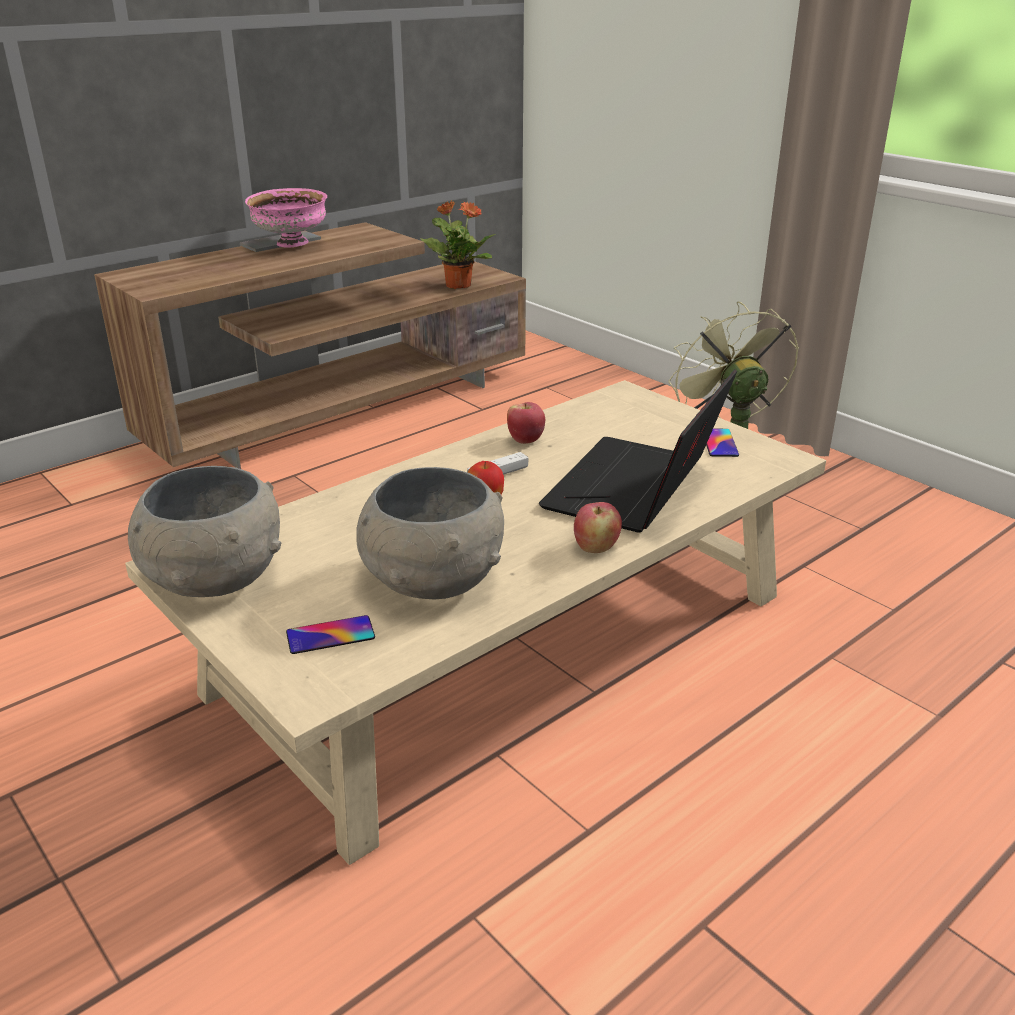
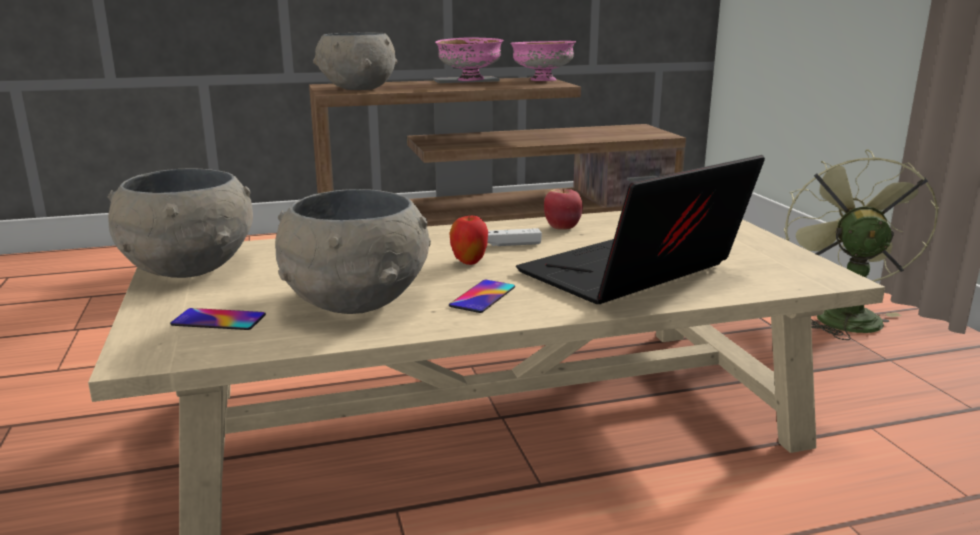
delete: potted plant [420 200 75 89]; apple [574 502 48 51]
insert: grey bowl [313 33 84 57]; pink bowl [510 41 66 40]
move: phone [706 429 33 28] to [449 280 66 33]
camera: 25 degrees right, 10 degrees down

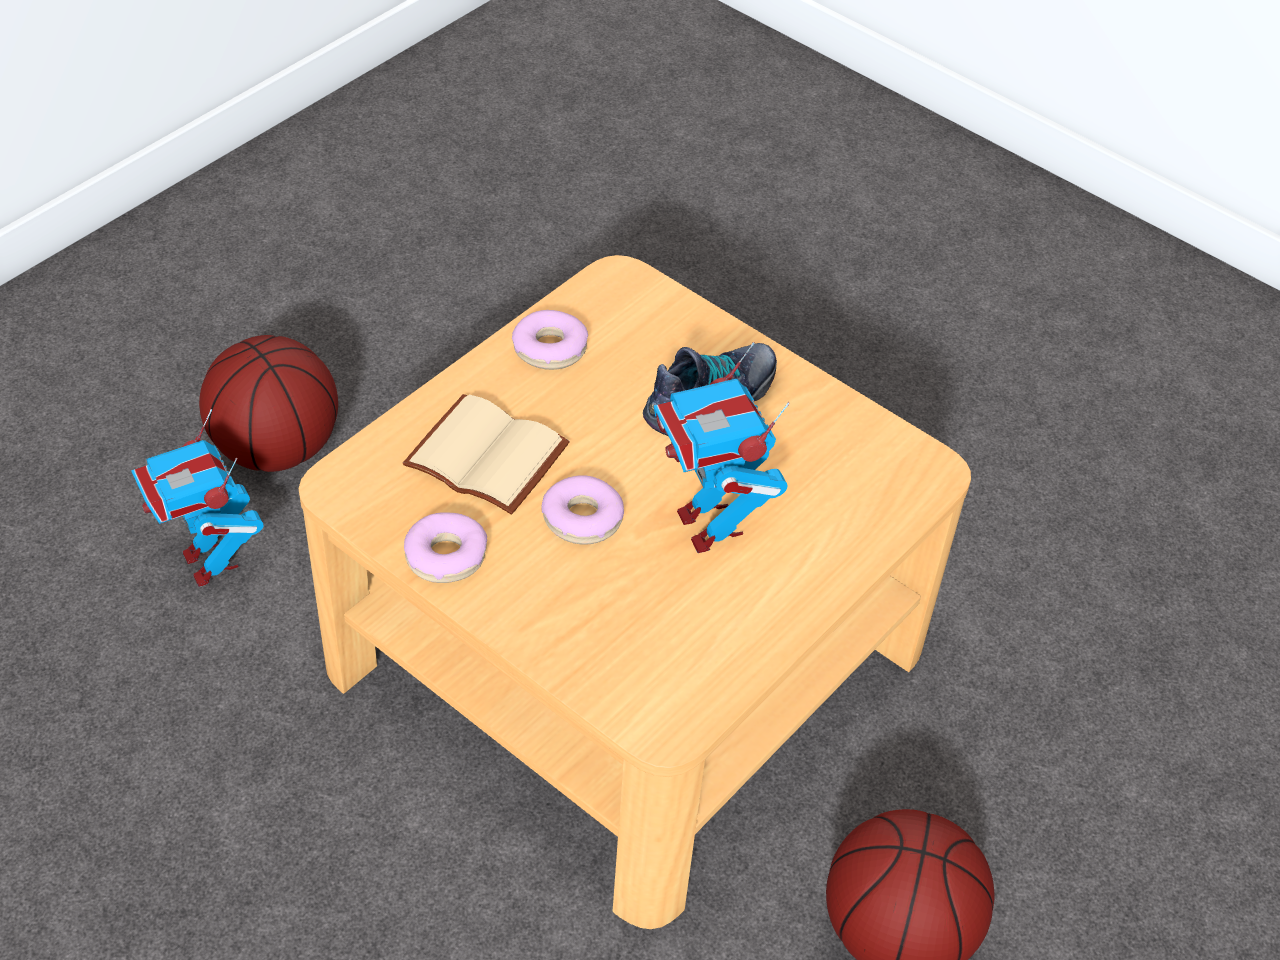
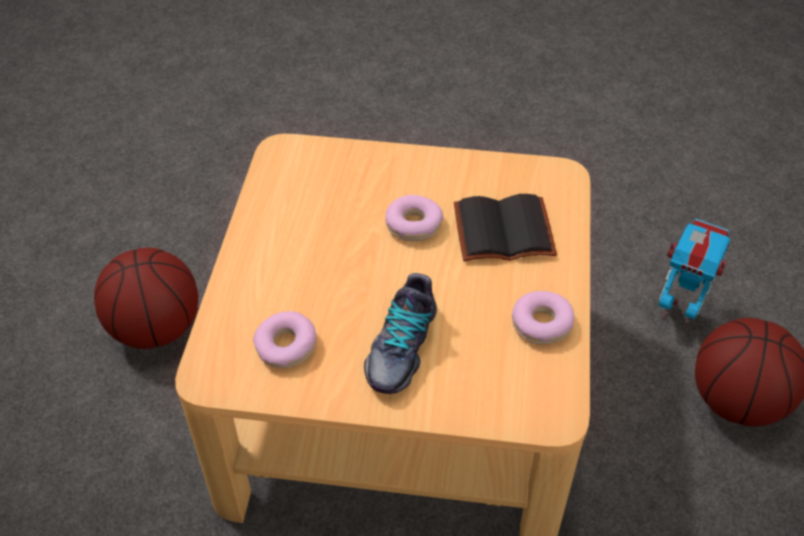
delete: toy robot [654 342 136 211]
move: donut [404 512 83 71] to [253 311 64 57]
recolor: beige book [403 394 167 120] to black book [454 194 103 67]
camera: 150 degrees right, 0 degrees up

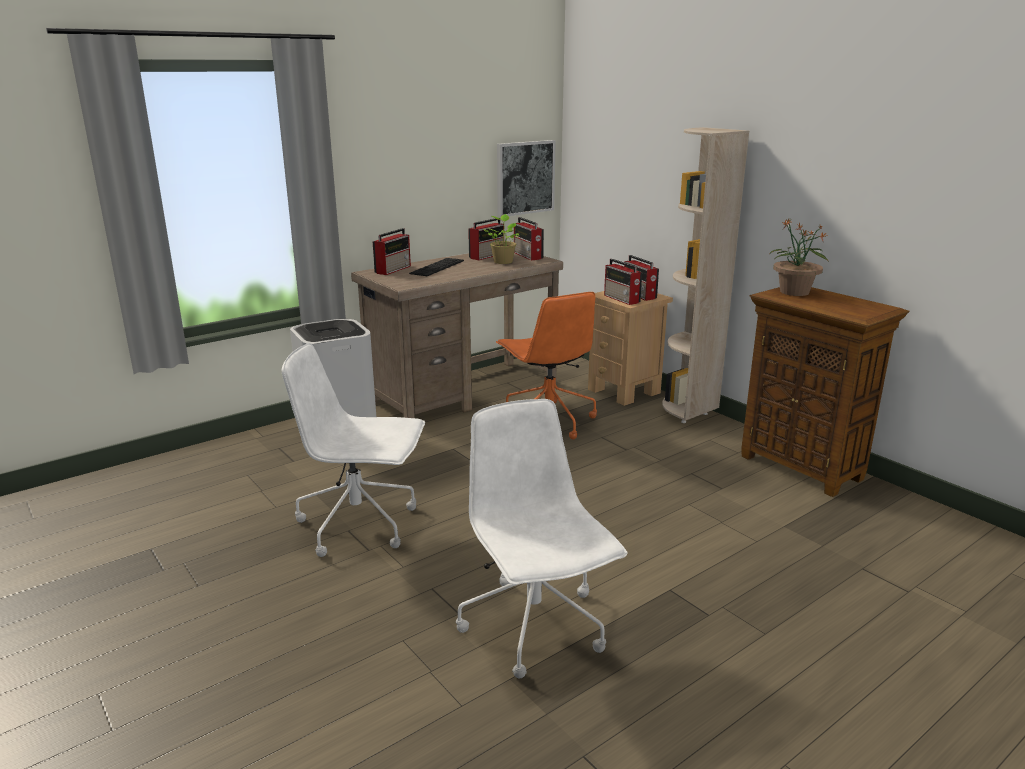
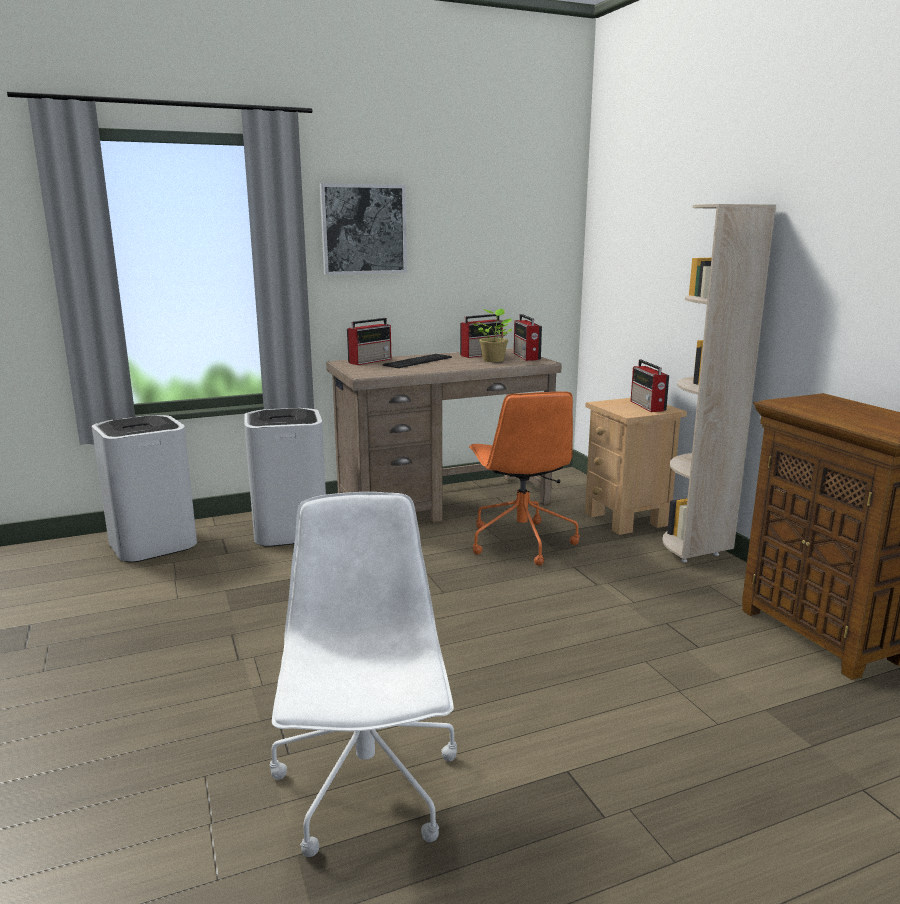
delete: white office chair [282 343 143 214]; radio [604 259 38 46]; potted plant [769 218 60 78]
insert: white trash can [92 415 105 147]
move: picture [497 140 59 77] to [320 183 87 92]
camera: 15 degrees right, 5 degrees down

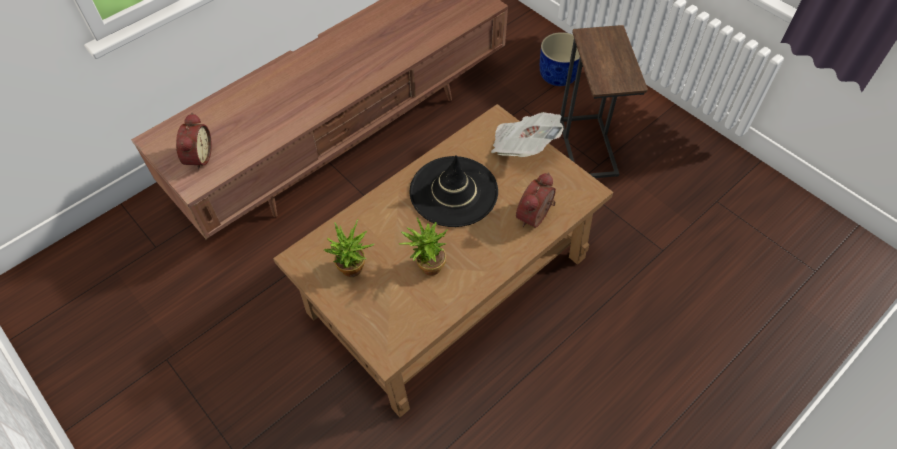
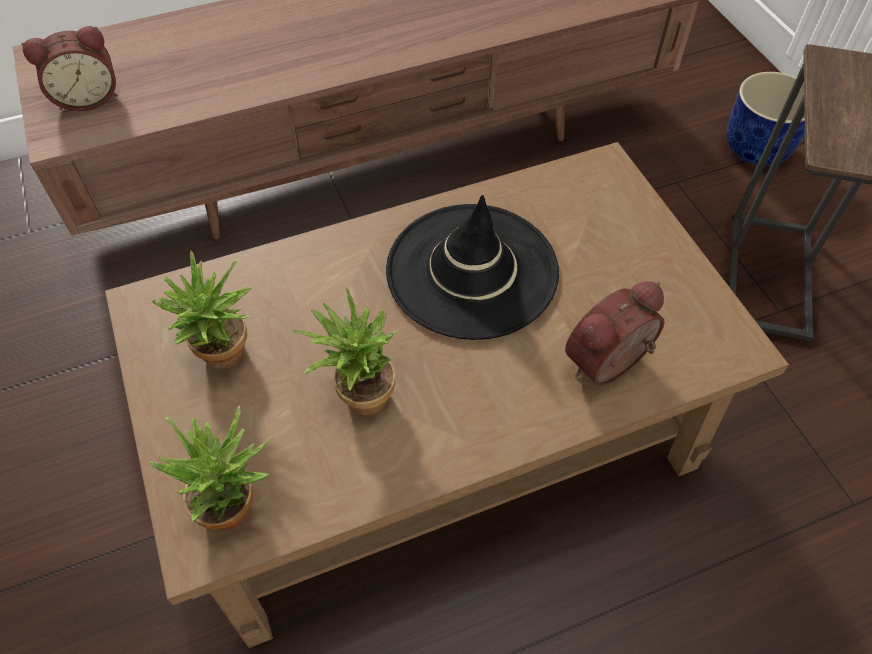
delete: newspaper [491 112 73 45]
insert: potted plant [148 405 126 126]
rotate: alarm clock [176 113 36 58] = [21 26 97 85] 45 degrees clockwise
camera: 20 degrees right, 0 degrees up

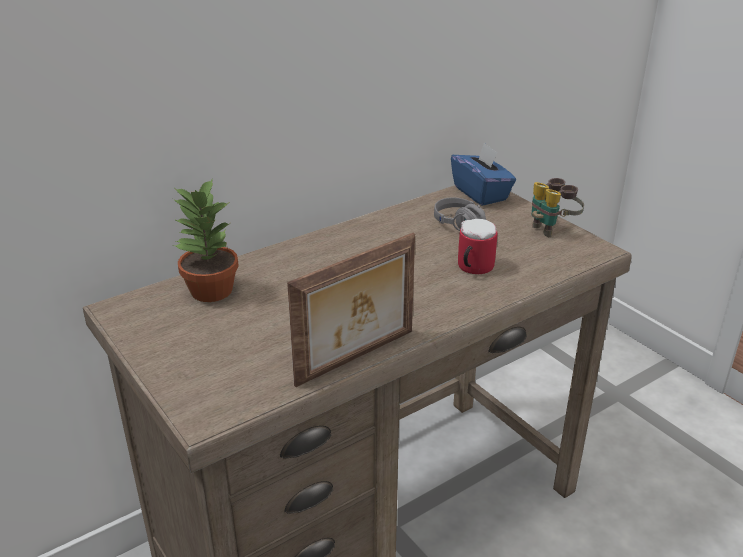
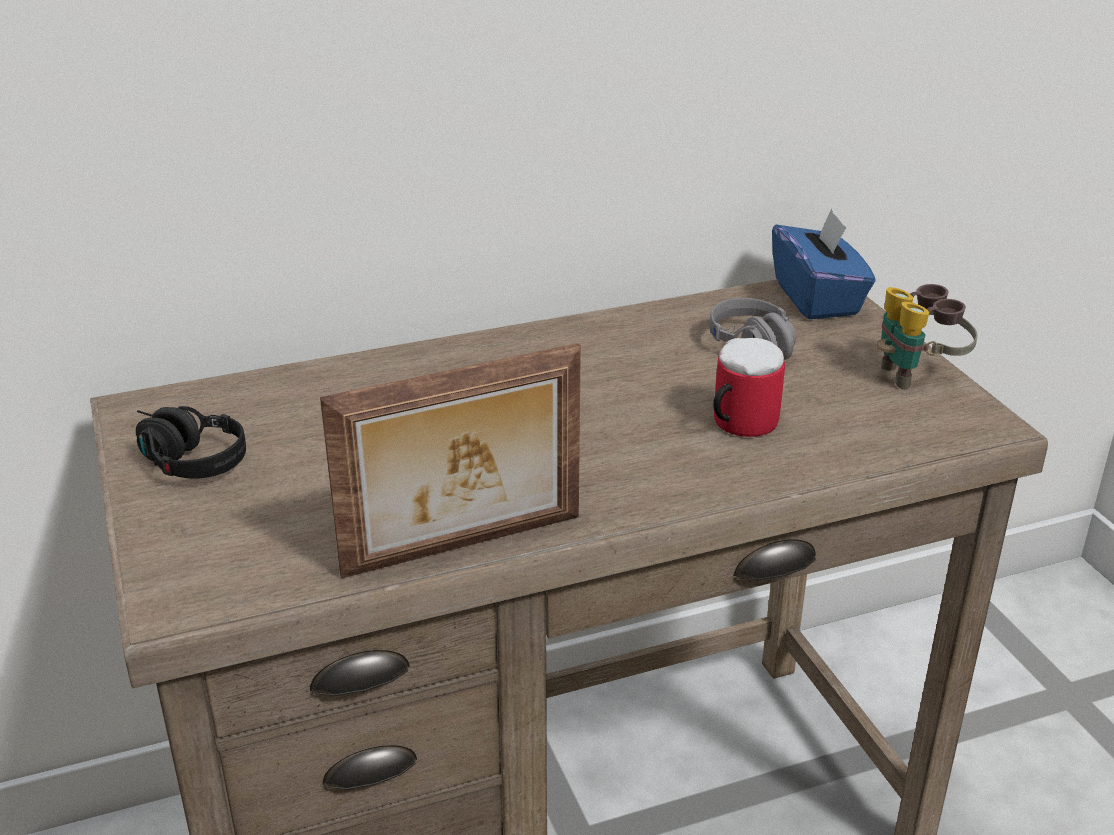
delete: potted plant [173 178 66 124]
insert: black headphones [136 406 110 73]
camera: 15 degrees right, 0 degrees up

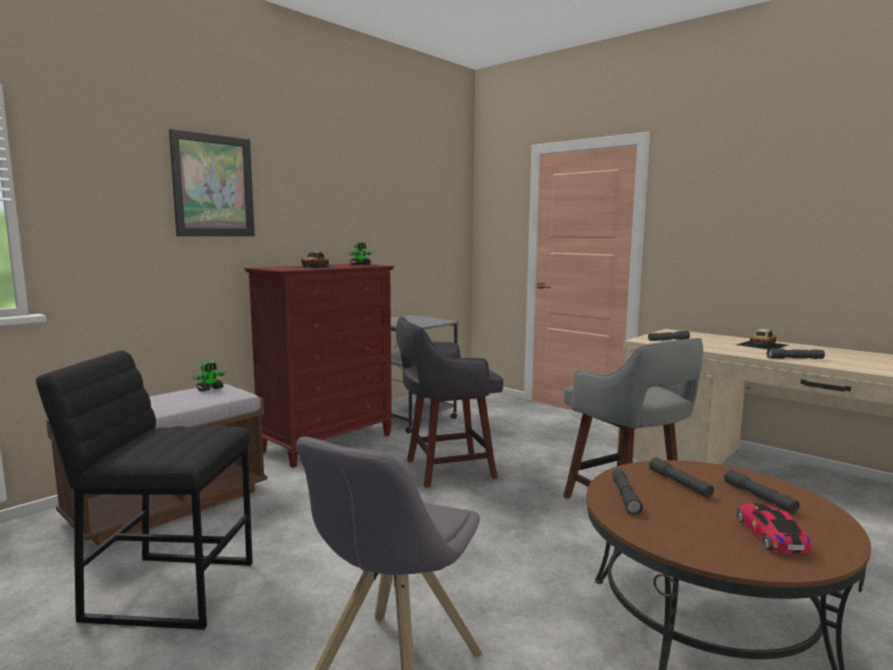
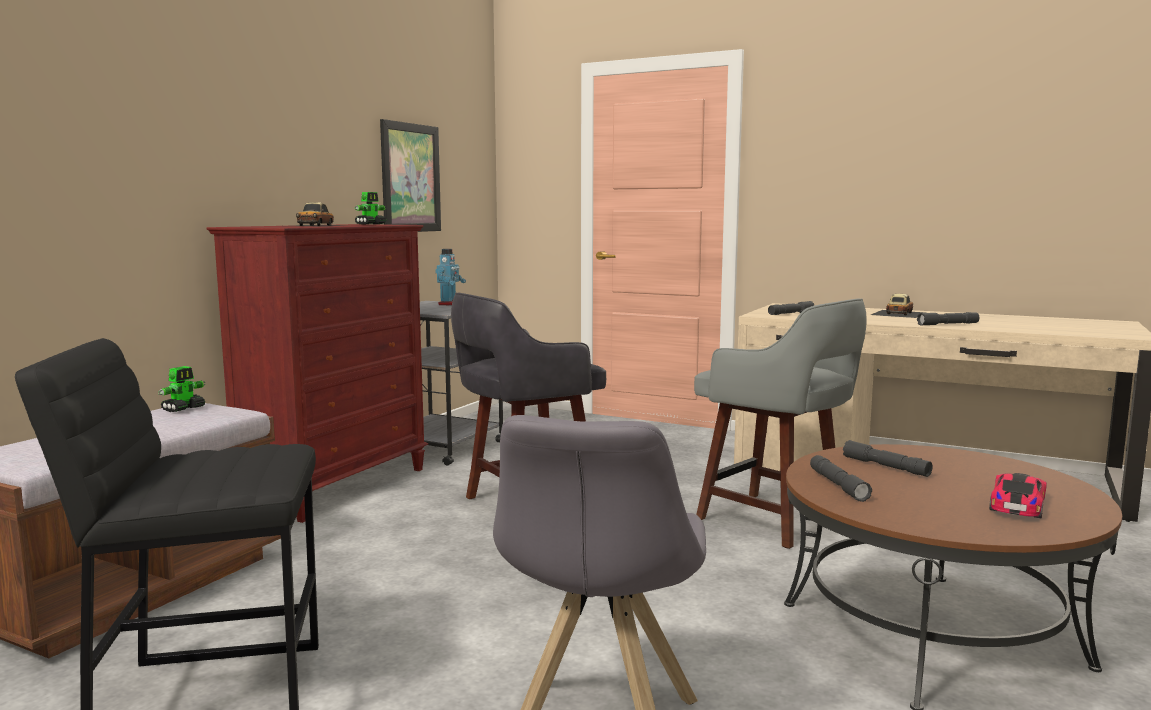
delete: grey flashlight [724 469 76 45]
insert: toy robot [435 249 31 57]
move: picture [169 129 86 107] to [380 119 61 113]
rotate: toy car [736 503 75 51] = [989 473 58 45] 45 degrees clockwise
camera: 15 degrees left, 0 degrees up

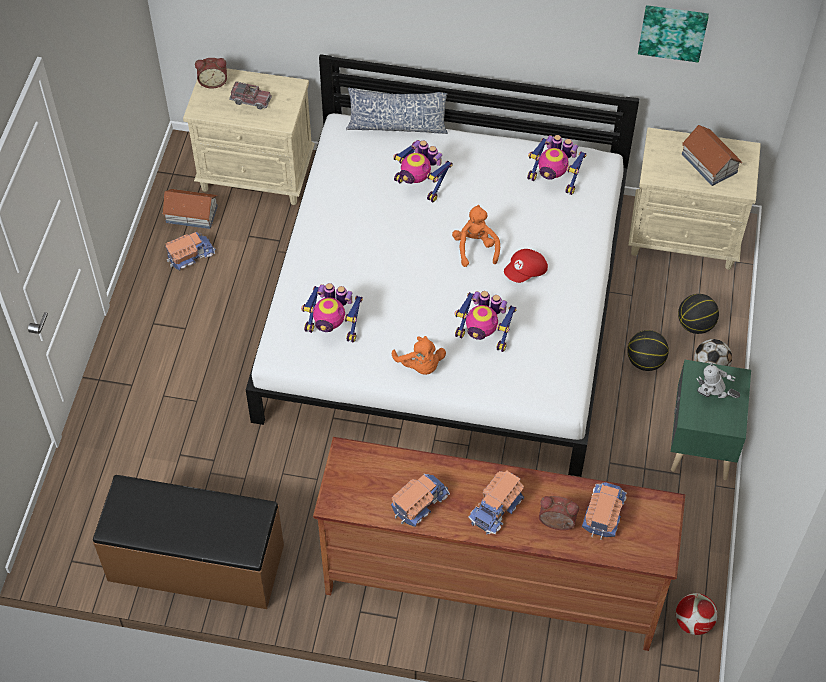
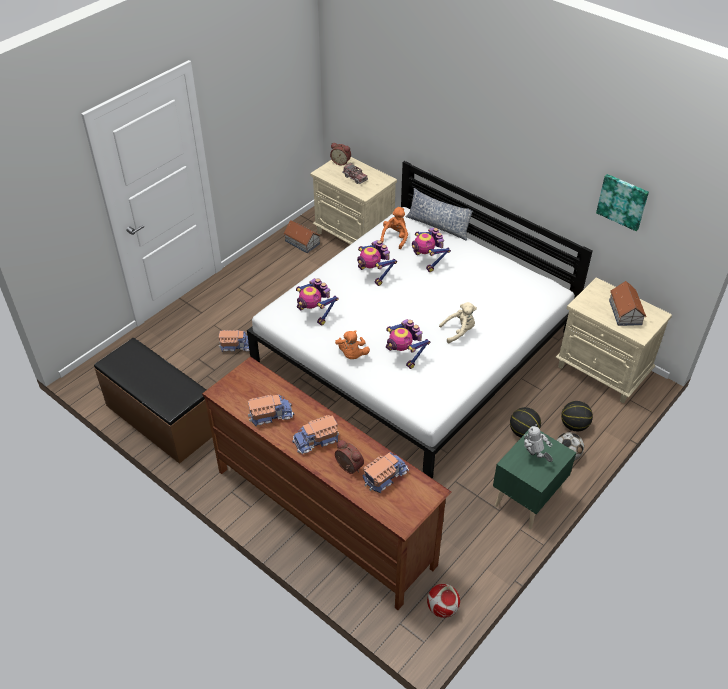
move: toy truck [165 232 51 39] to [219 330 30 22]; orange plush toy [452 205 48 62] to [380 207 28 42]; toy robot [527 135 59 60] to [357 240 40 46]
replace: red cap [504 249 44 34] to beige plush toy [439 302 38 41]
camera: 30 degrees right, 10 degrees down

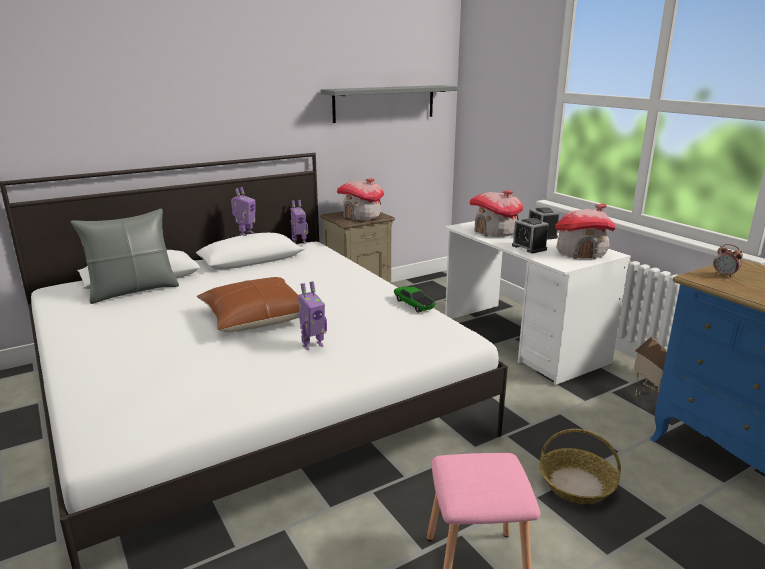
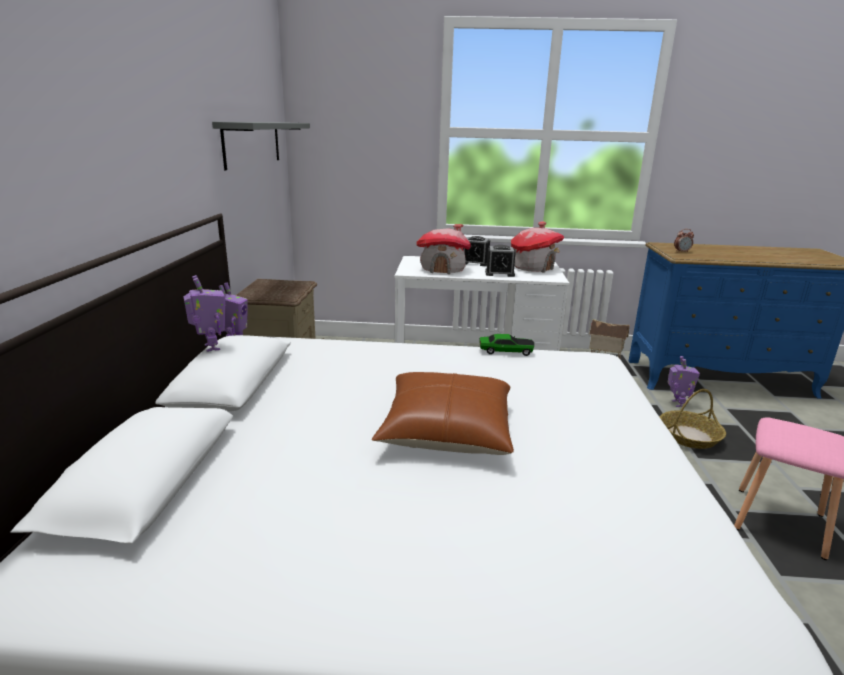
delete: grey pillow [70 209 109 95]; toy house [337 178 47 43]
move: toy robot [298 281 29 69] to [667 356 33 51]
camera: 55 degrees left, 0 degrees up

